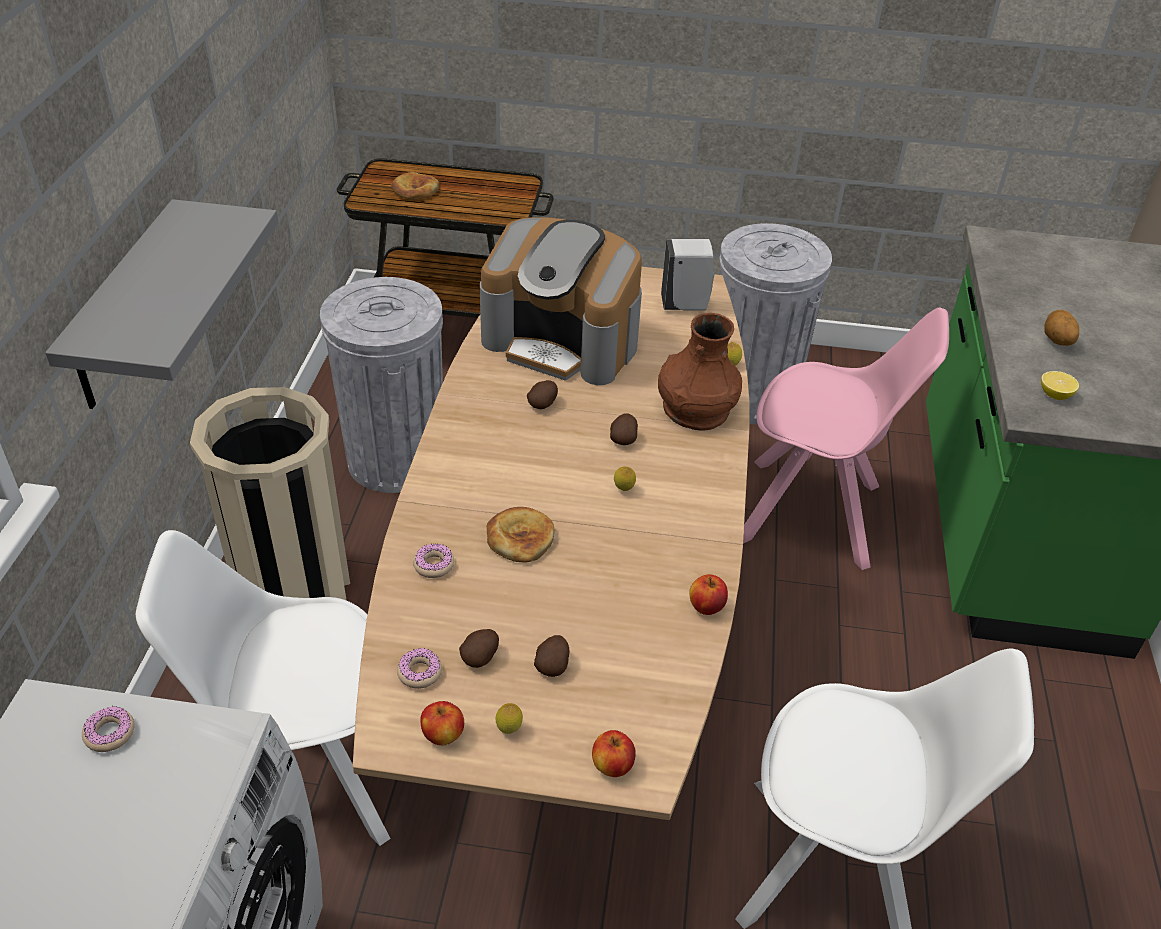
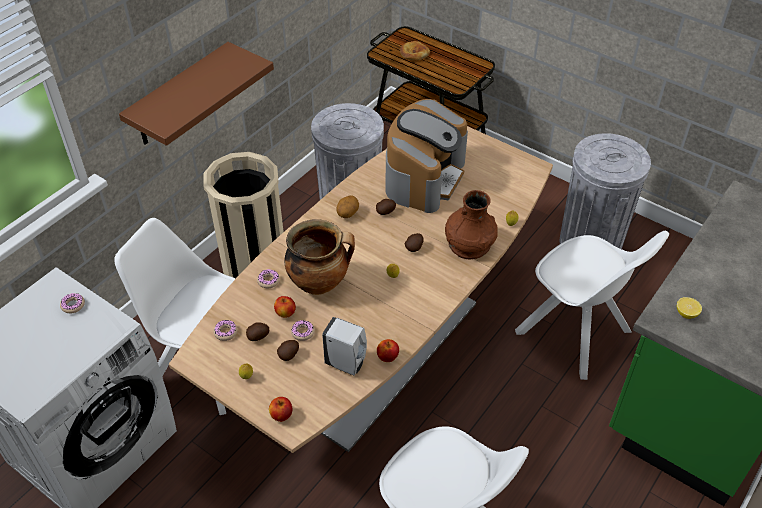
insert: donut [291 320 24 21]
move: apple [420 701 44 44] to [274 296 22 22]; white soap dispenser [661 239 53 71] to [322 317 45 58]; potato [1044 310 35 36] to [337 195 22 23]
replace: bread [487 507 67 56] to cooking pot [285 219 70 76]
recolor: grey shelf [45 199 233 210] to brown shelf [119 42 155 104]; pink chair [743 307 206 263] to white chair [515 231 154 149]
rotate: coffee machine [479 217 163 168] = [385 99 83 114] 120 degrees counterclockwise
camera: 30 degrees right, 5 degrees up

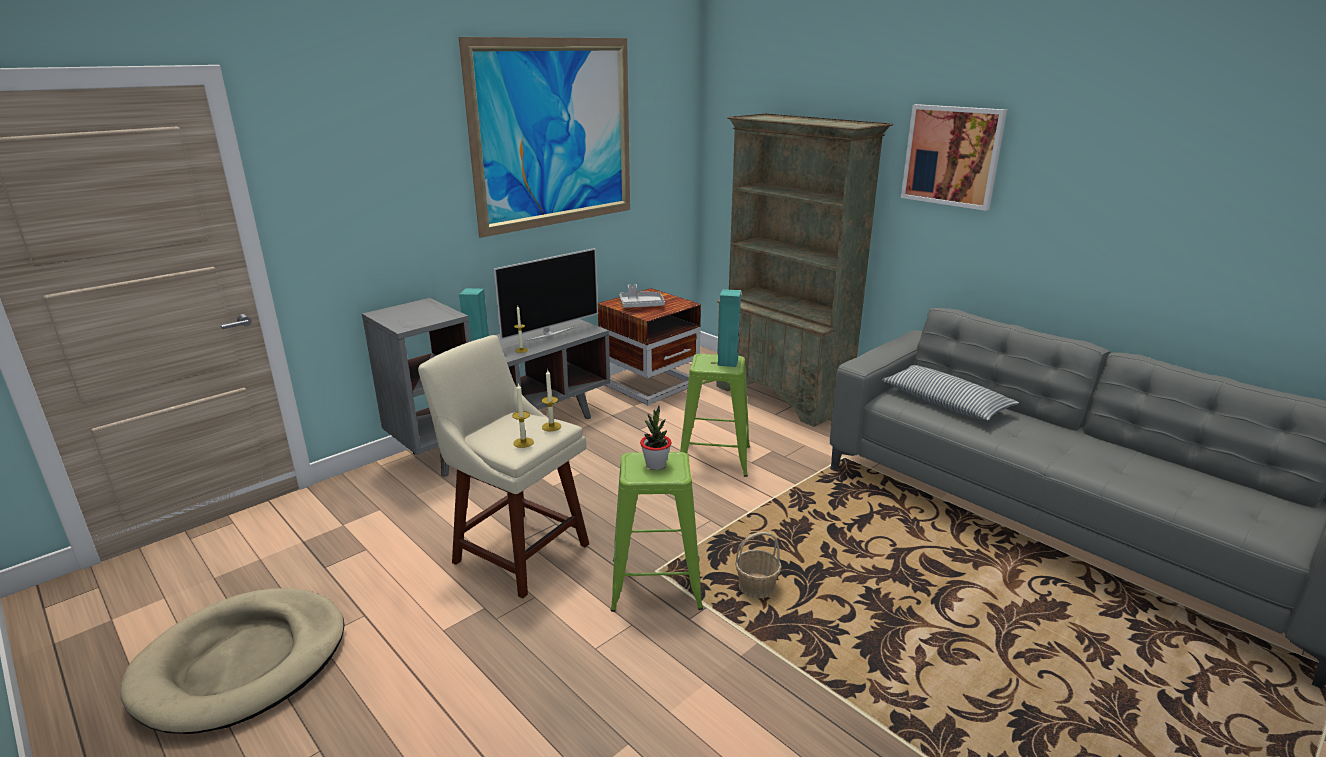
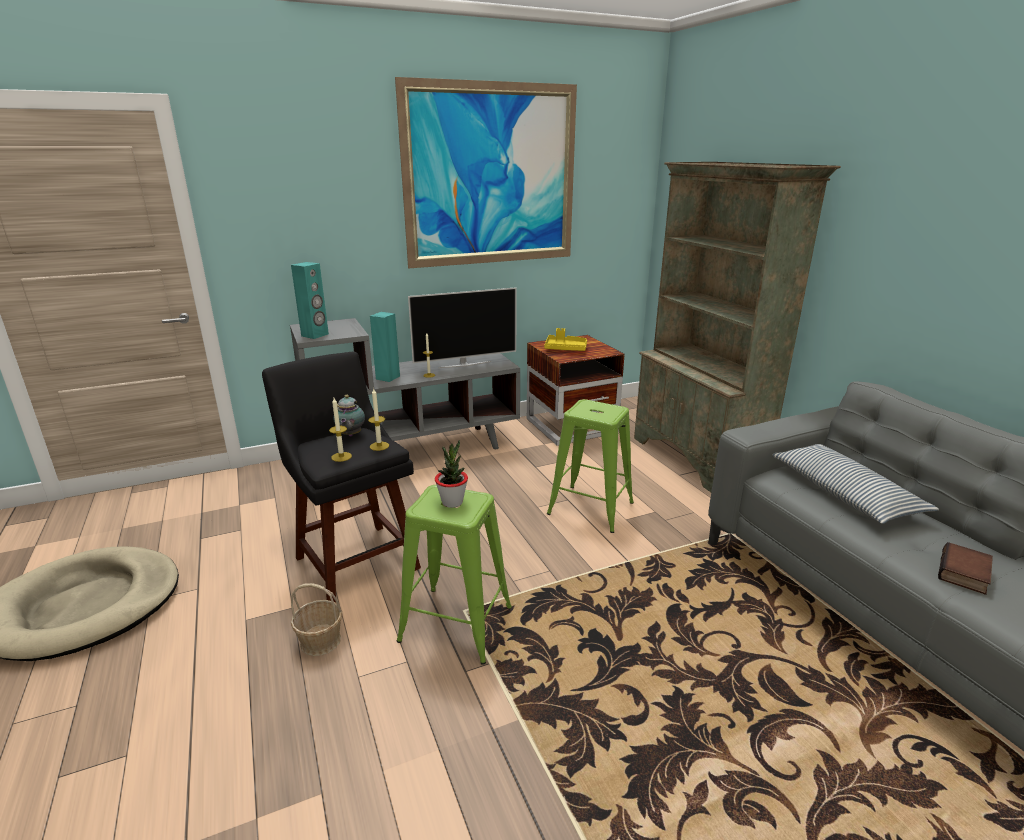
delete: picture [901 104 106 107]
insert: teapot [333 395 32 41]; book [938 542 55 53]
move: turquoise speaker [718 289 23 78] to [291 262 38 77]; basket [735 532 47 66] to [291 583 52 73]
recolor: beige stool [418 335 171 264] to black stool [262 352 159 251]; grey tray [619 285 46 23] to yellow tray [544 328 43 23]
camera: 20 degrees right, 0 degrees up

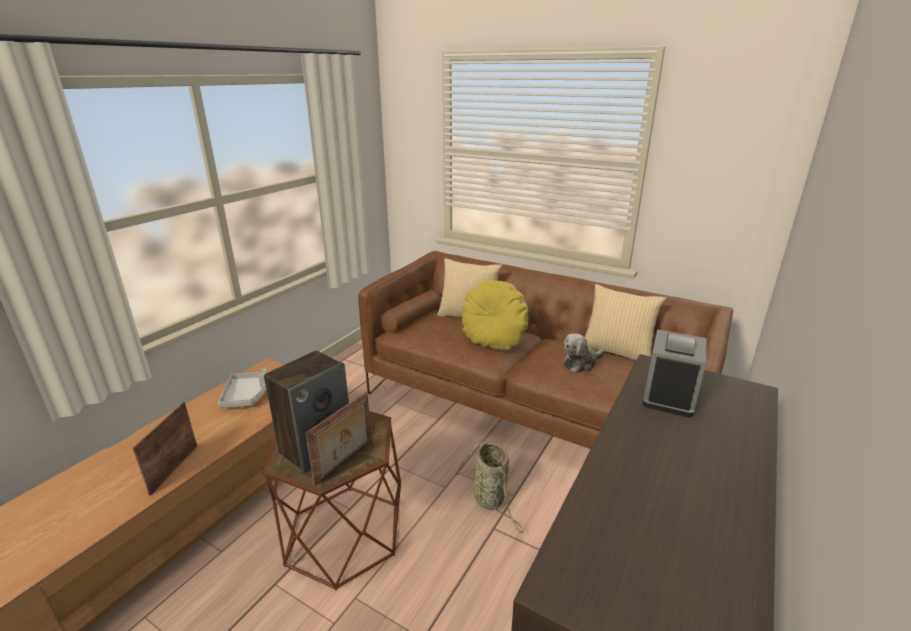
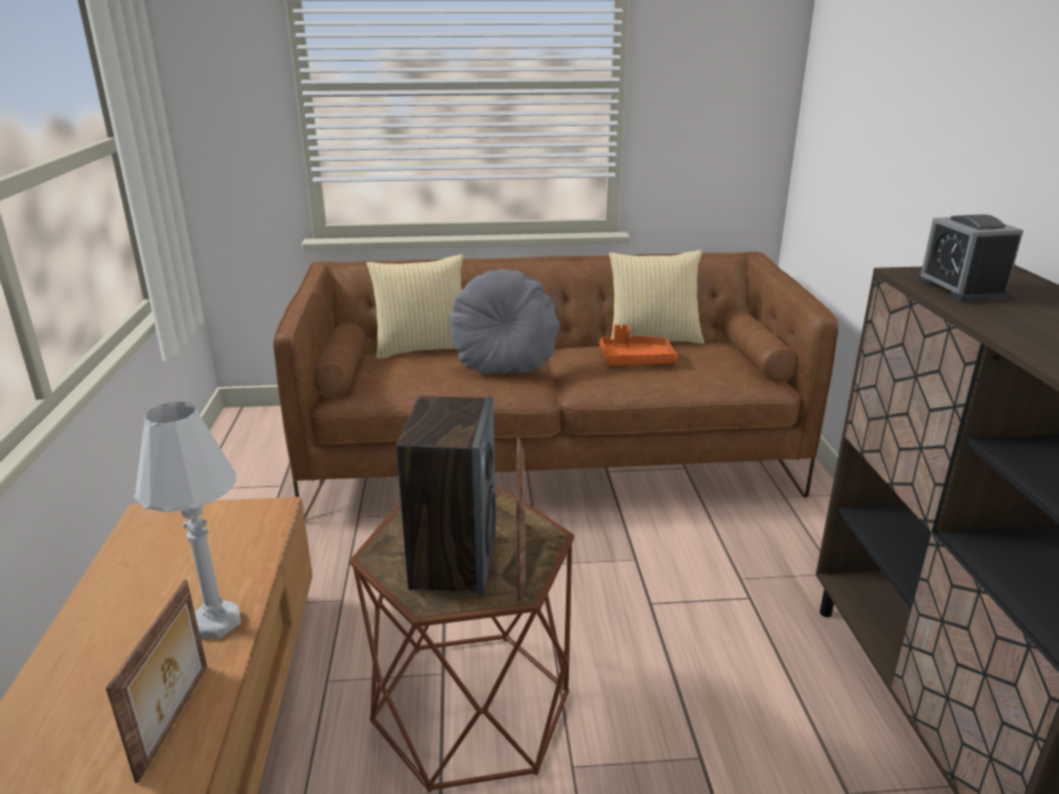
delete: grey tray [218 369 51 39]; basket [454 440 70 93]
insert: white table lamp [134 402 107 236]
replace: plush toy [563 333 42 40] to orange tray [600 325 78 40]
recolor: yellow pillow [462 280 66 71] to grey pillow [449 269 111 106]
rotate: picture frame [133 402 64 94] = [106 580 101 203] 150 degrees counterclockwise
camera: 35 degrees left, 0 degrees up

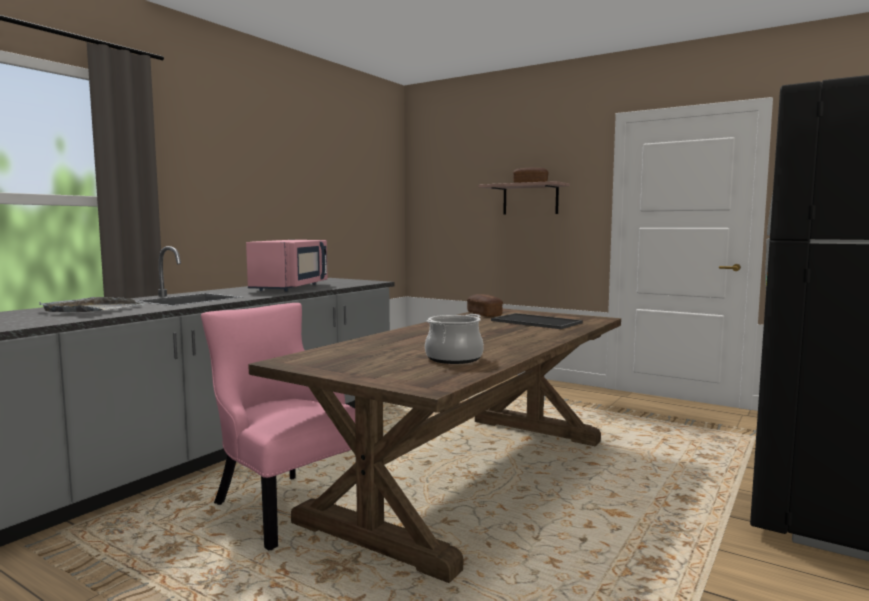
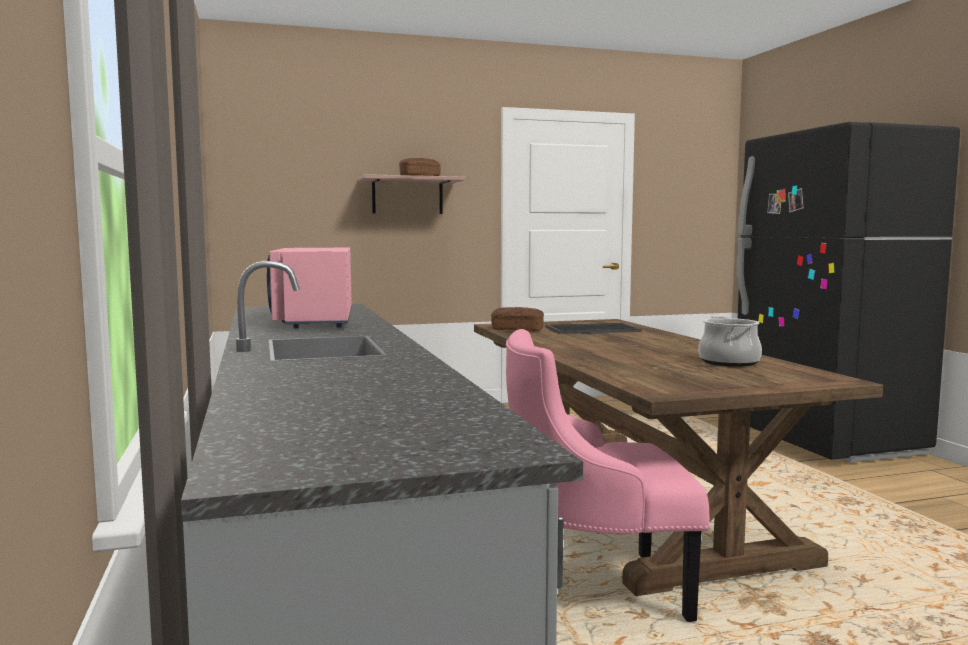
delete: grey tray [39 297 105 15]
rotate: pink microwave [246 240 82 51] = [267 248 85 80] 150 degrees counterclockwise
camera: 50 degrees left, 0 degrees up

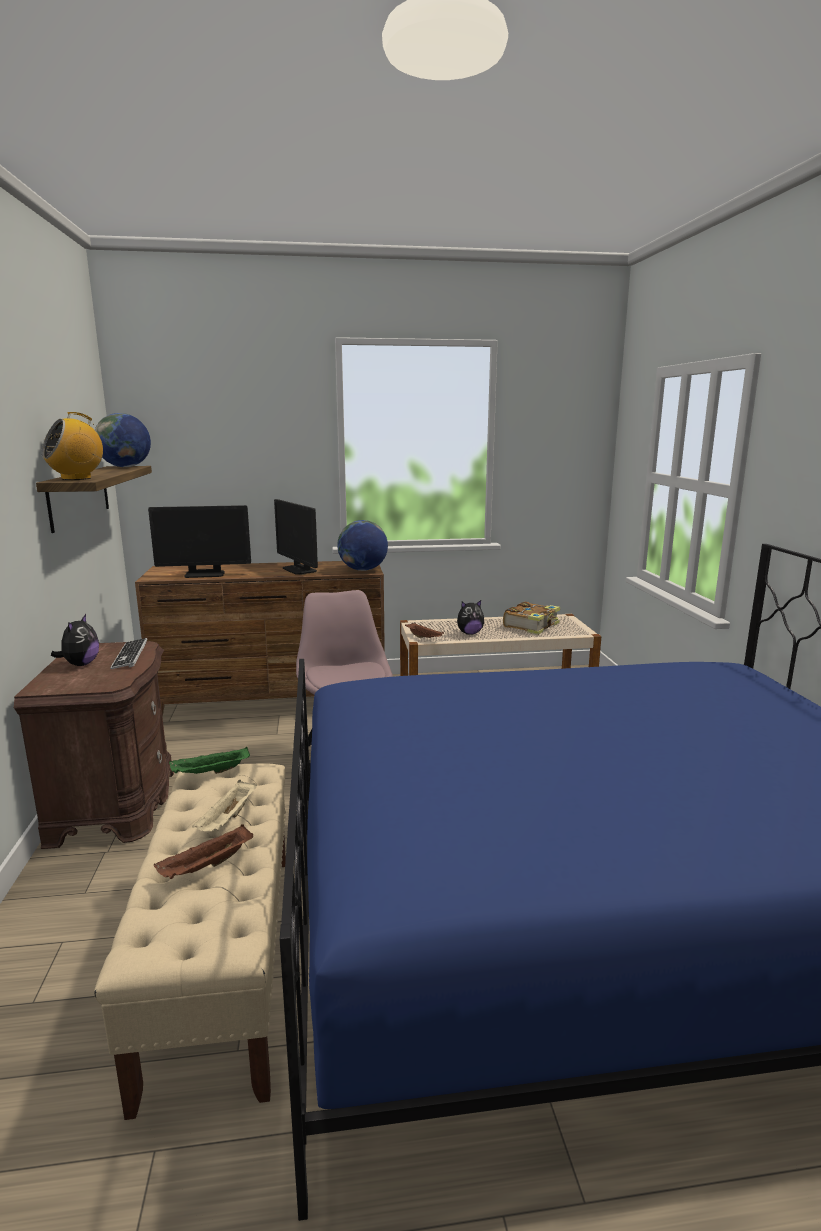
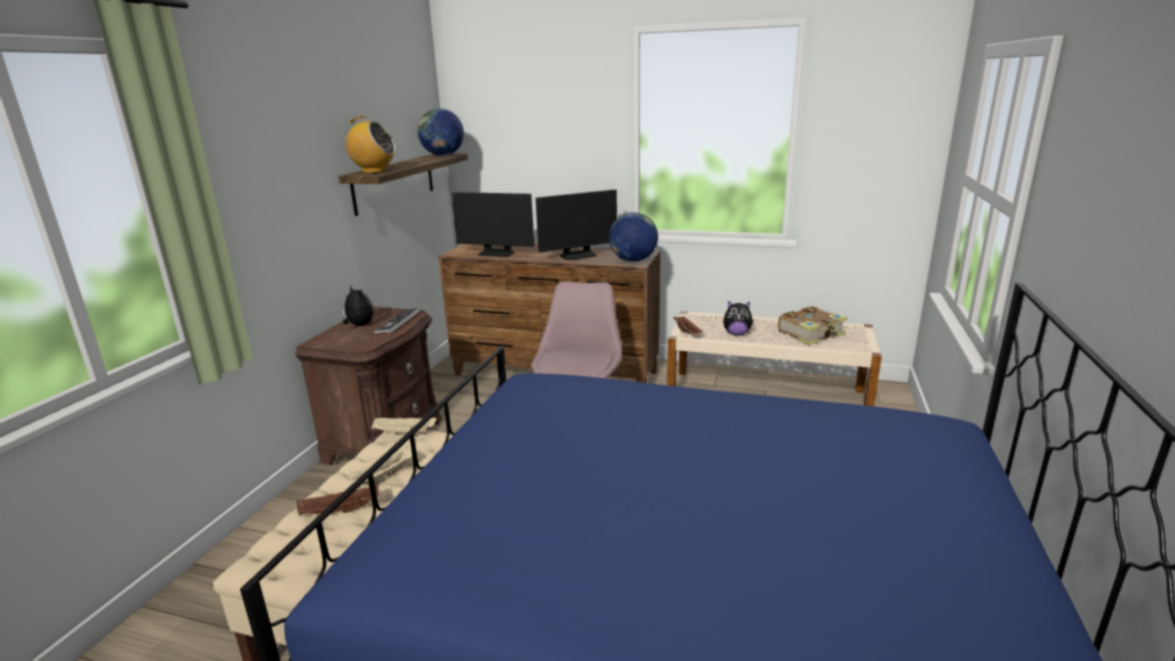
recolor: green tray [169 747 81 27] to beige tray [371 418 66 16]
rotate: radio [41 412 62 68] = [338 116 57 57] 150 degrees counterclockwise; plush toy [51 614 48 52] = [342 286 31 40] 75 degrees counterclockwise; monitor [274 499 44 76] = [536 189 81 71] 105 degrees counterclockwise
camera: 25 degrees right, 5 degrees up

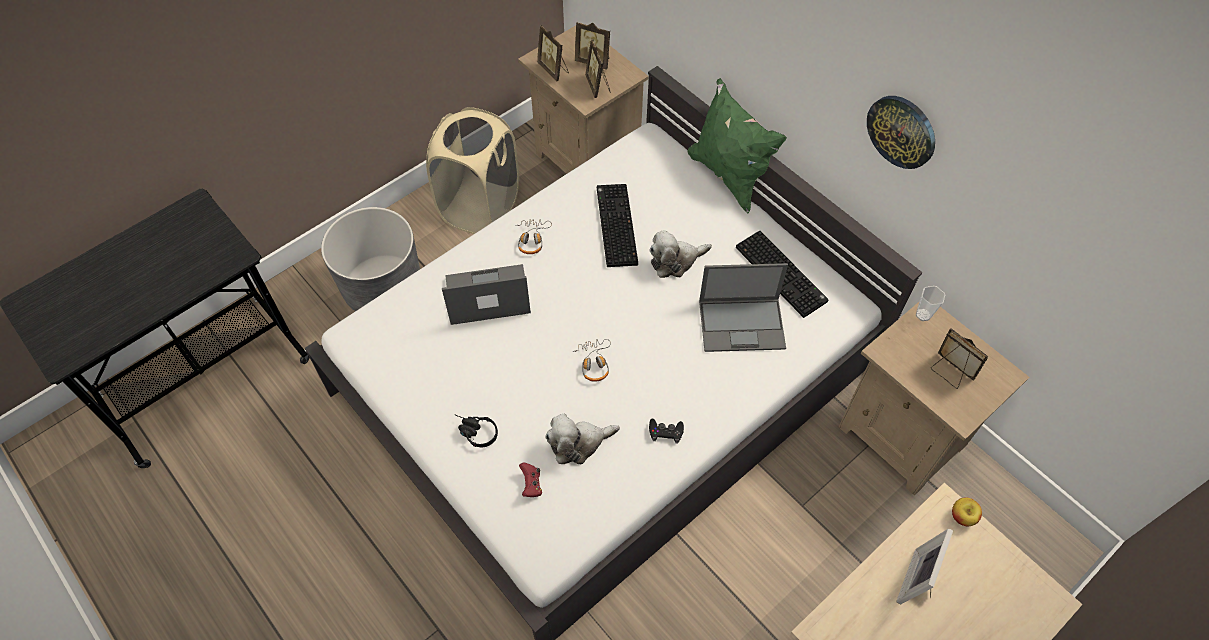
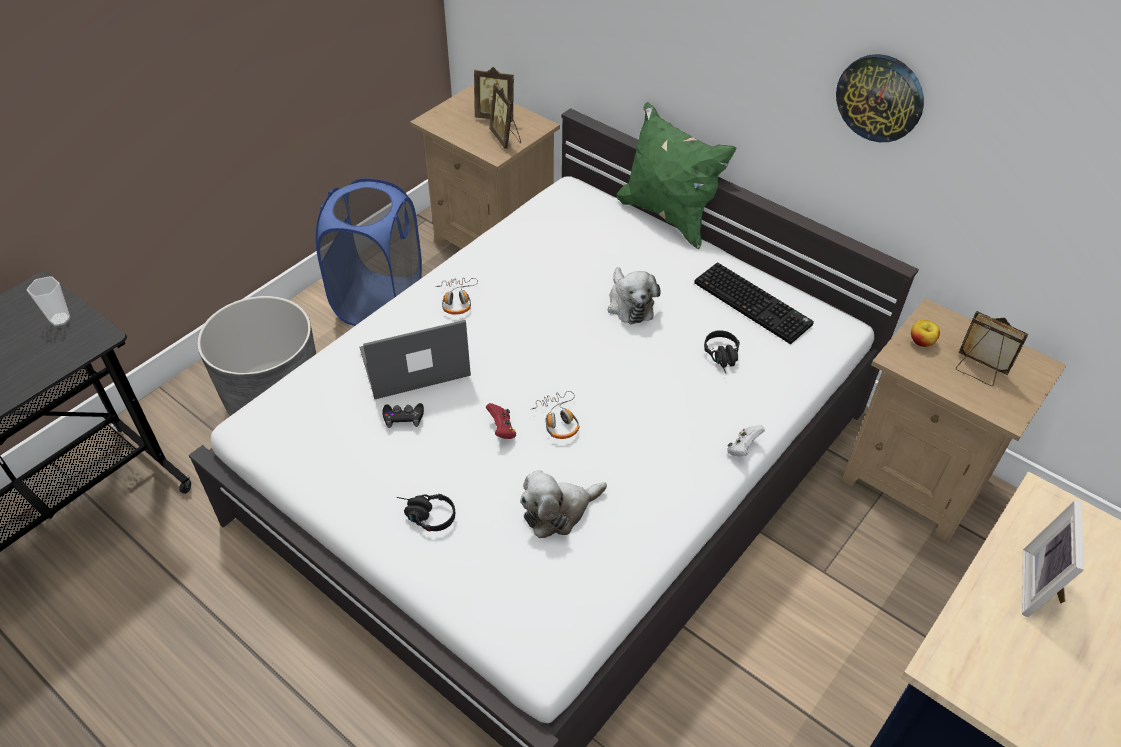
delete: picture frame [537 25 32 56]; keyboard [597 184 41 83]
insert: white game controller [727 425 38 32]
move: red game controller [519 463 23 34] to [486 403 30 36]; black game controller [649 419 35 25] to [382 403 42 25]; cup [916 286 29 35] to [27 276 43 50]; apple [952 497 30 29] to [911 320 29 27]
replace: laptop [699 263 89 89] to black headphones [704 330 36 43]
recolor: beige laundry basket [426 107 93 127] to blue laundry basket [316 178 106 148]
rotate: plush toy [649 230 63 48] = [608 267 52 57] 75 degrees counterclockwise
camera: 10 degrees left, 10 degrees down

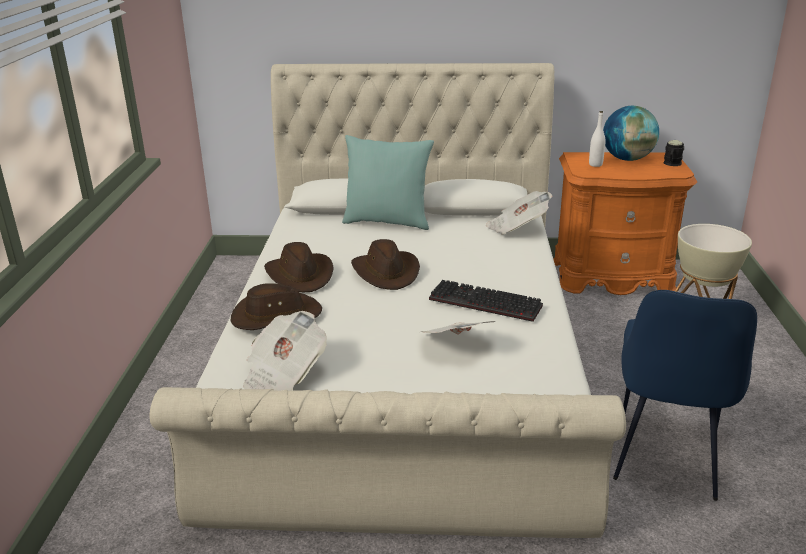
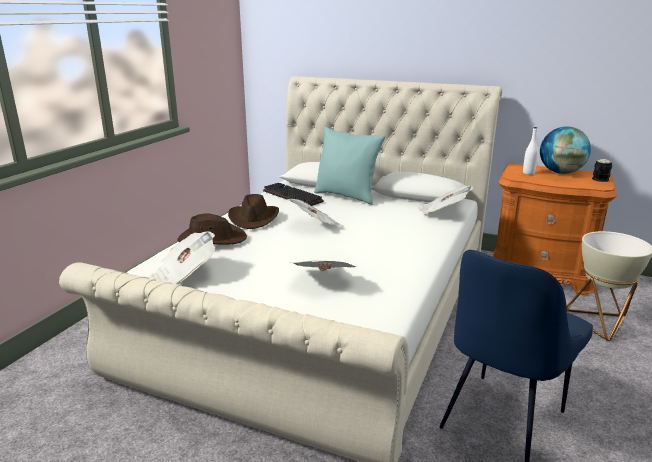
move: keyboard [429 280 114 42] to [263 183 60 23]
replace: brown hat [351 239 69 51] to newspaper [287 199 56 27]
camera: 20 degrees right, 5 degrees down

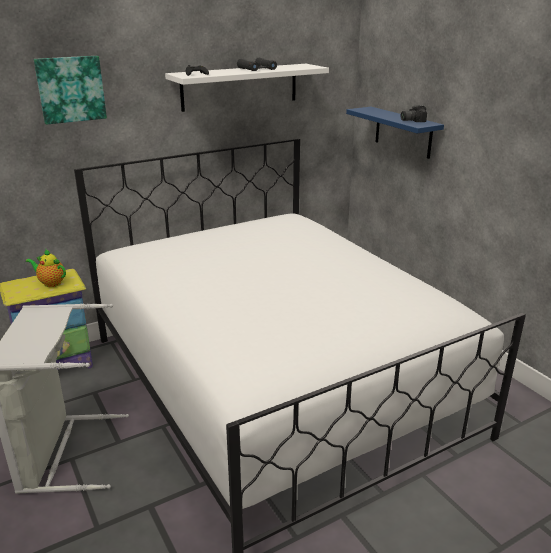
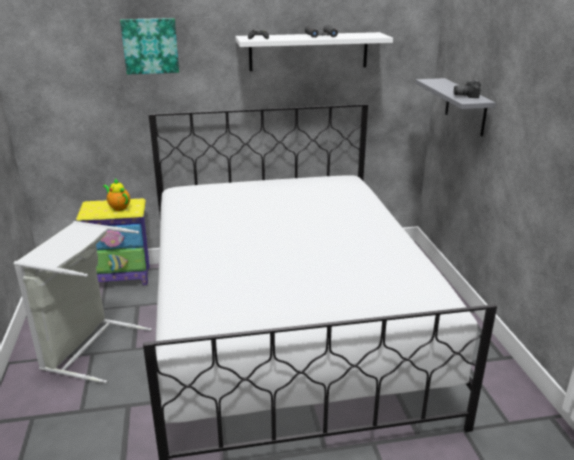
recolor: blue shelf [346 107 98 52] to grey shelf [416 78 80 58]
camera: 20 degrees right, 0 degrees up

